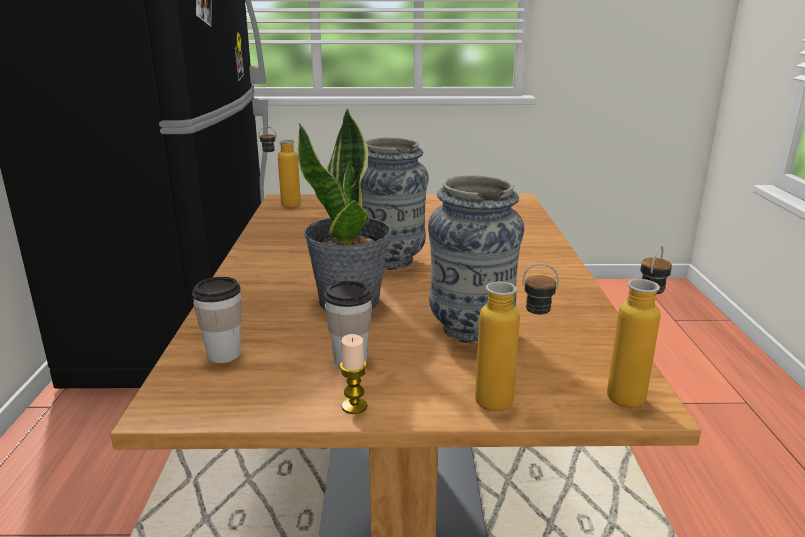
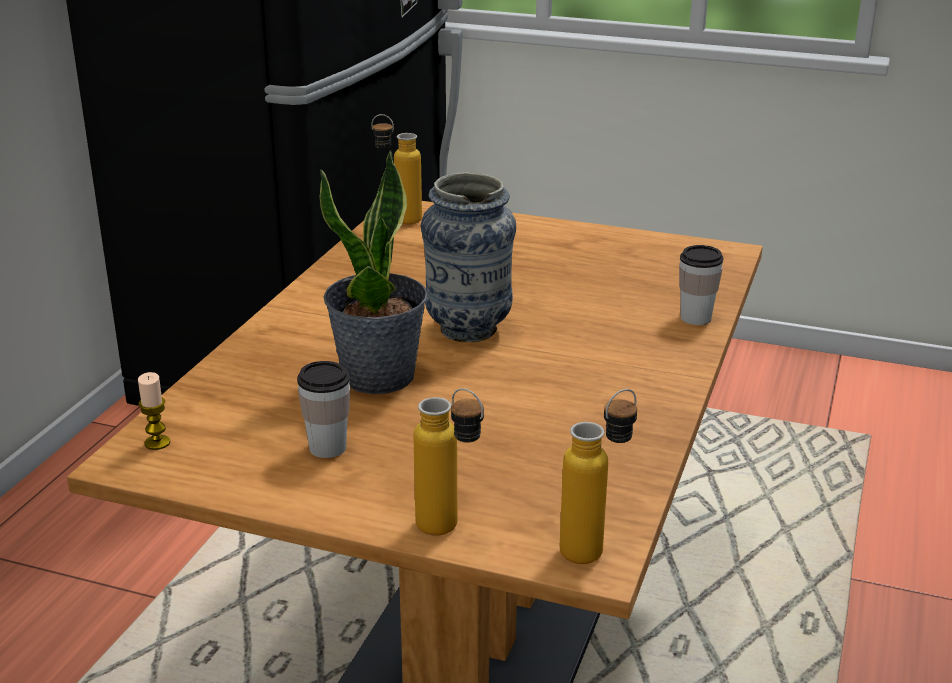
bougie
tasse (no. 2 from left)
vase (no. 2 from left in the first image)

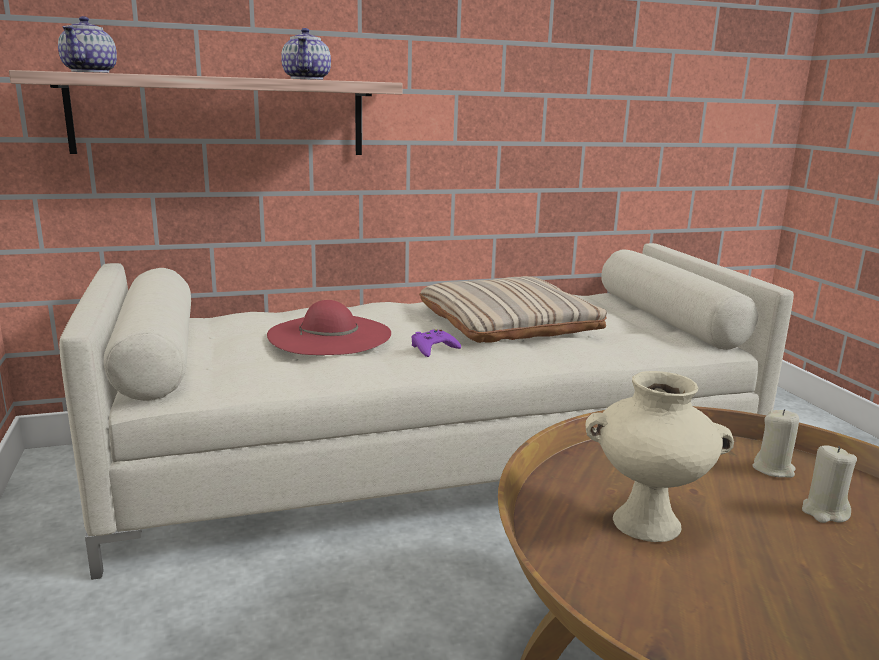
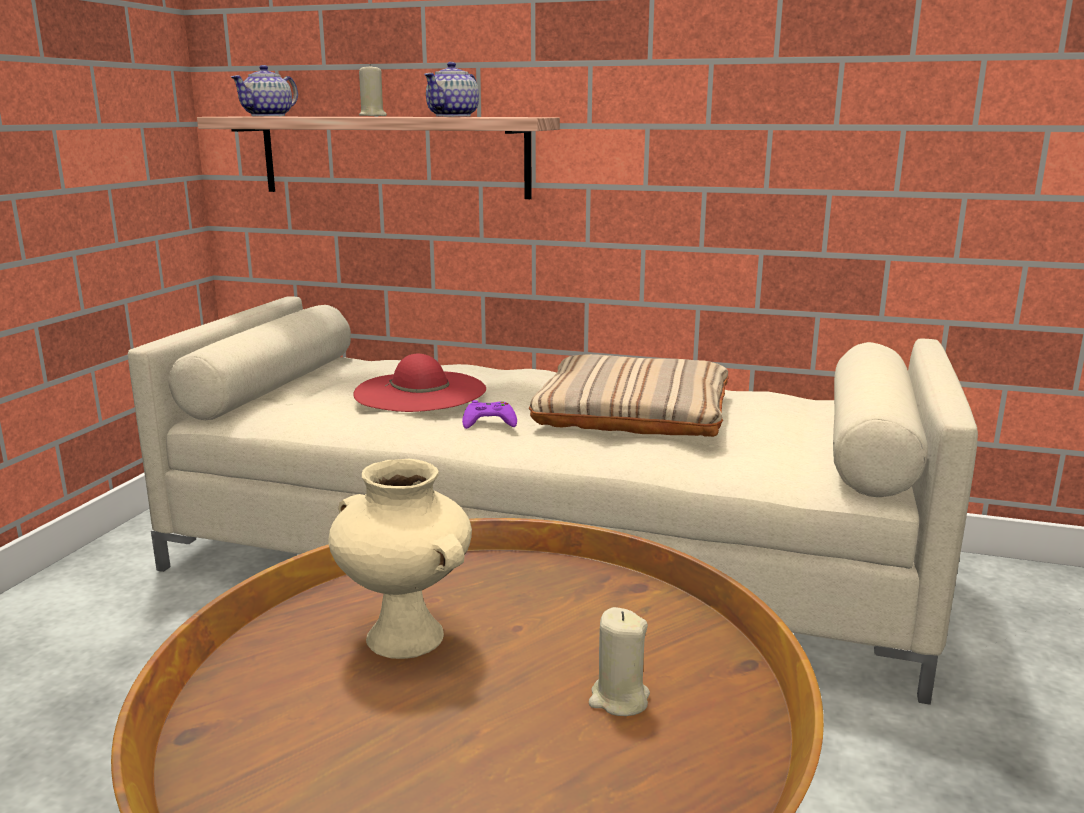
bougie [beige] (no. 1 from left)

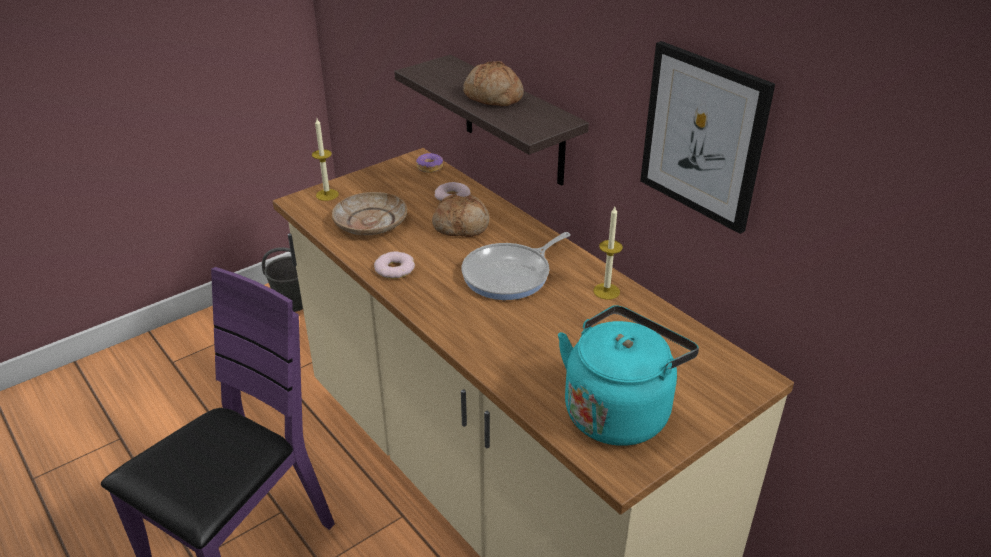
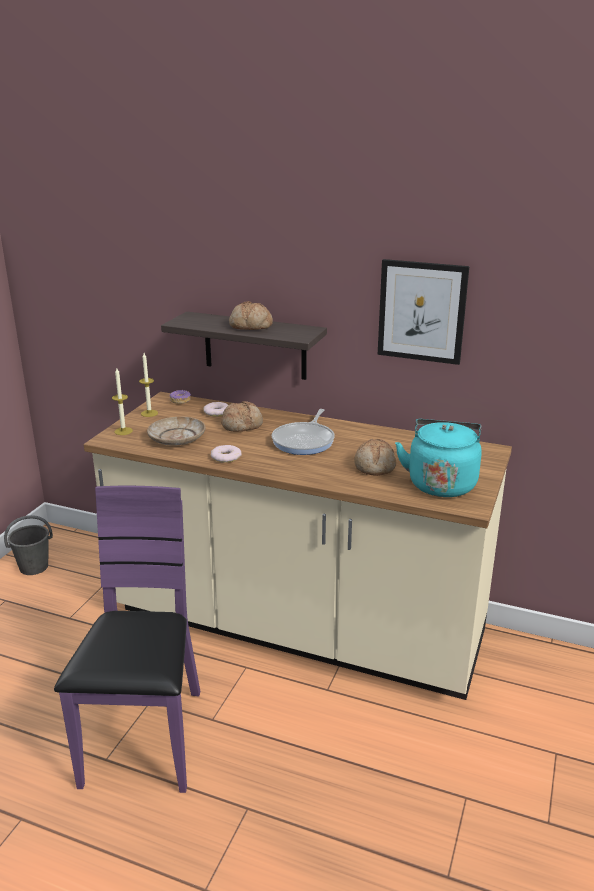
bougie (no. 2 from left)
pain (no. 3 from left)

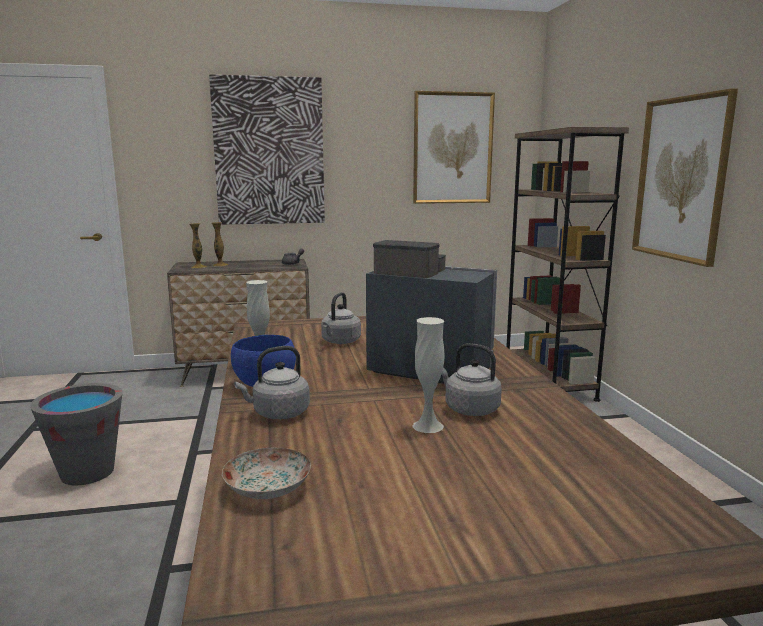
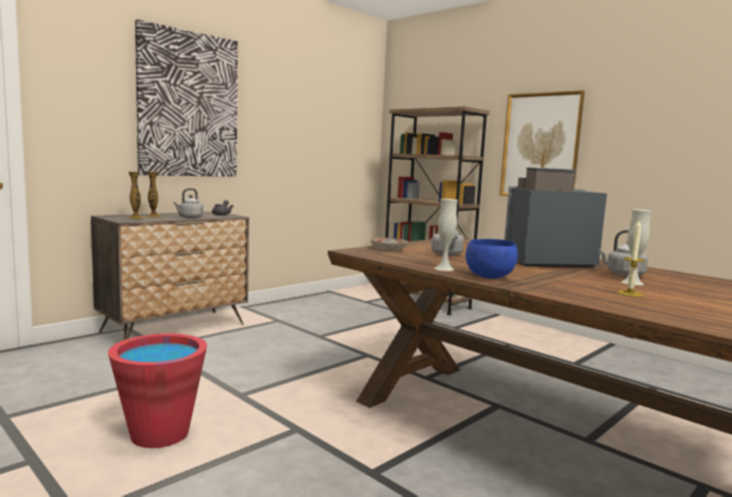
seau [rouge]
bouilloire [gris] (no. 1 from left)
assiette
bougie
tableau (no. 2 from left in the first image)

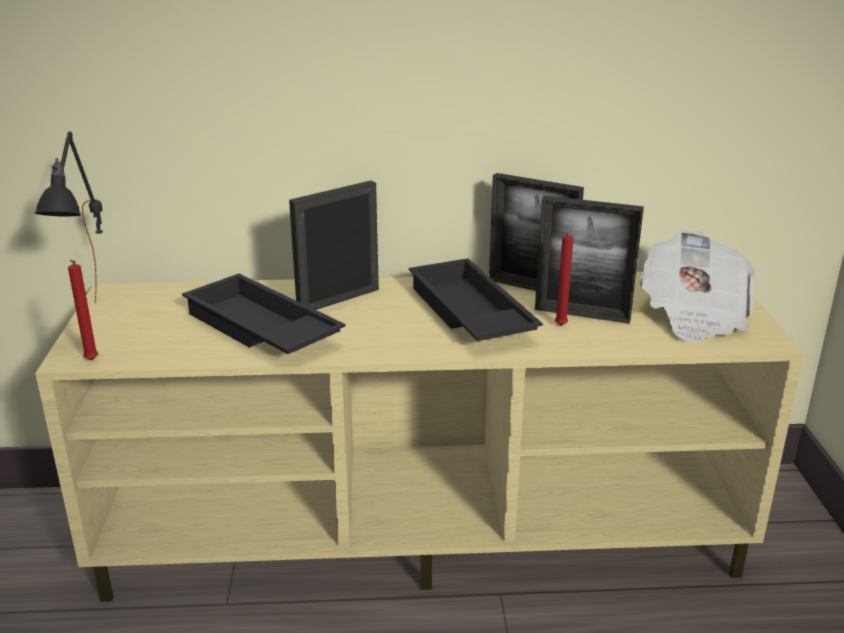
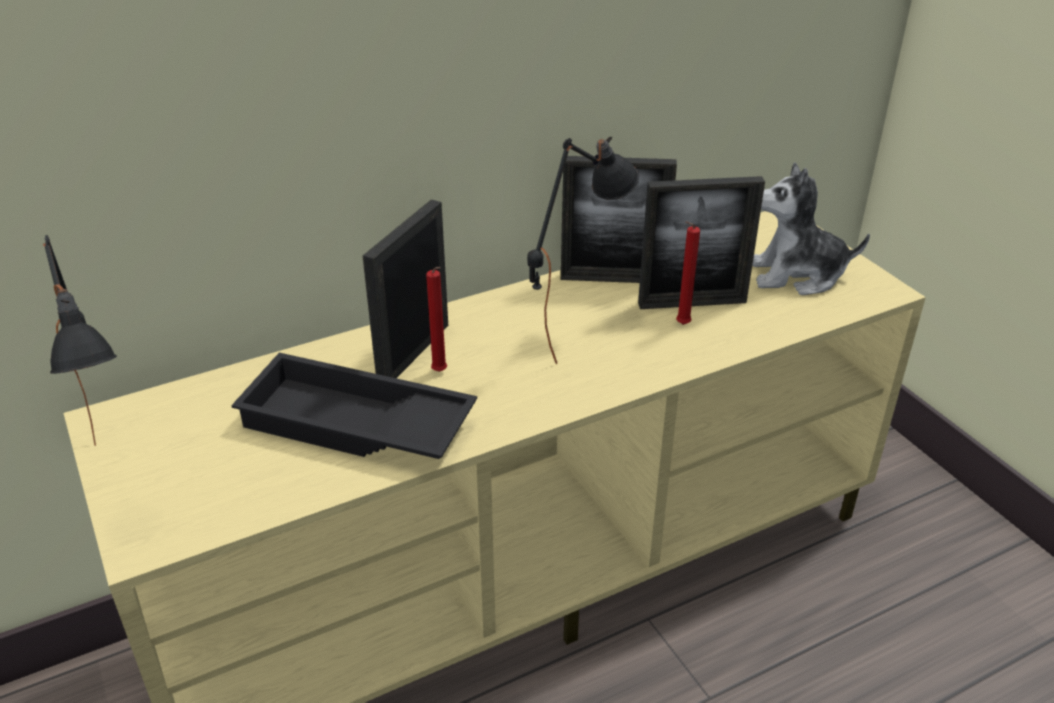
bougie [rouge] (no. 1 from left)
lampe de table [noir] (no. 2 from left)
peluche

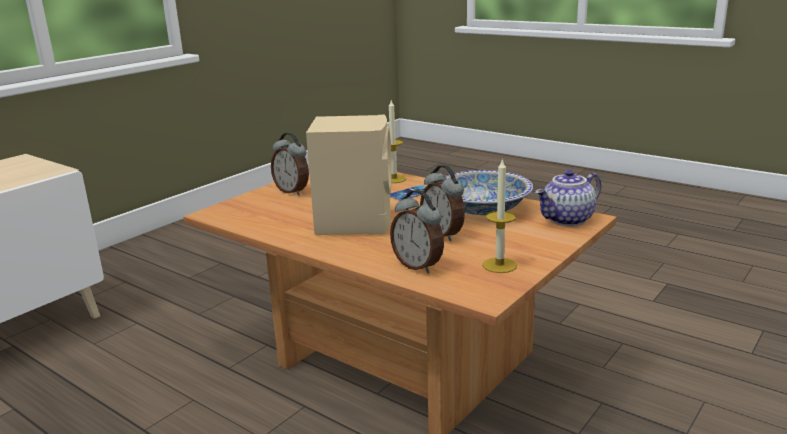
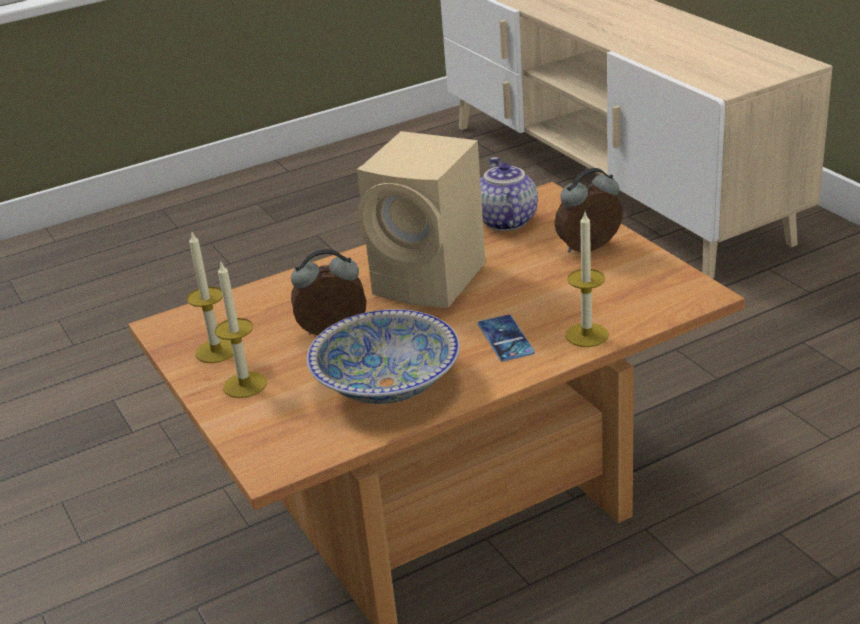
bougie (no. 2 from left)
théière
réveil (no. 2 from left in the first image)

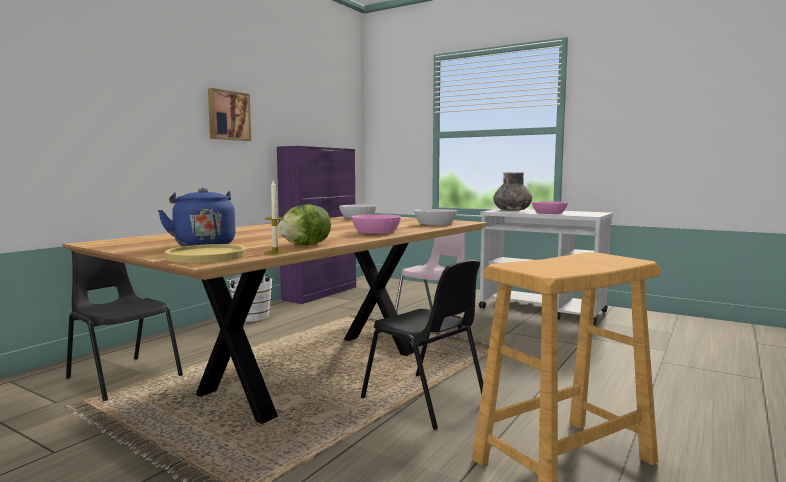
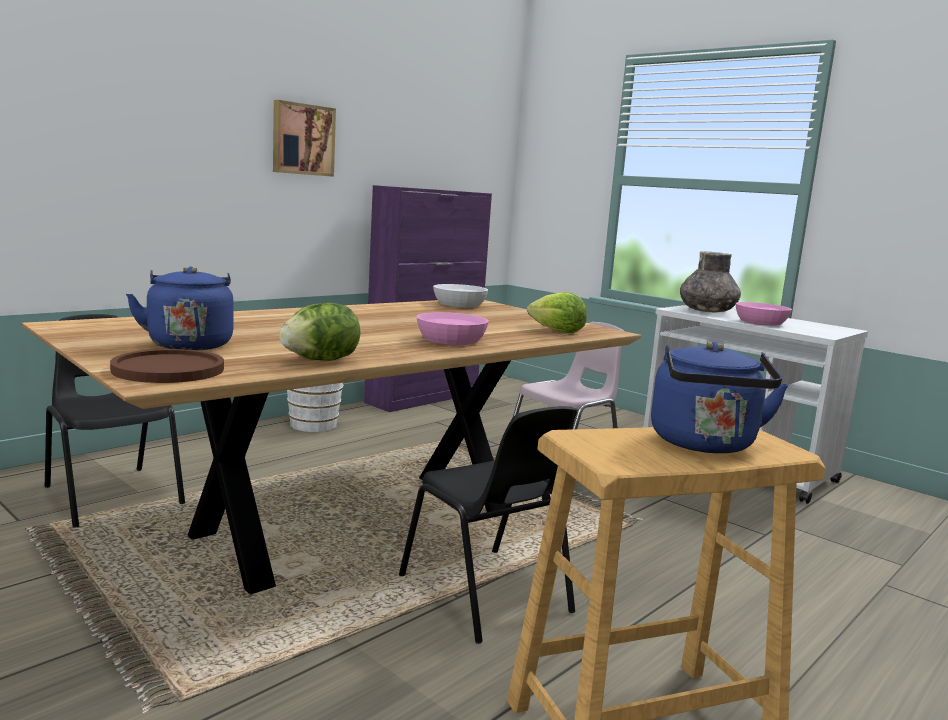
assiette [marron]
laitue (no. 2 from left)
bouilloire [bleu] (no. 2 from left)
bougie

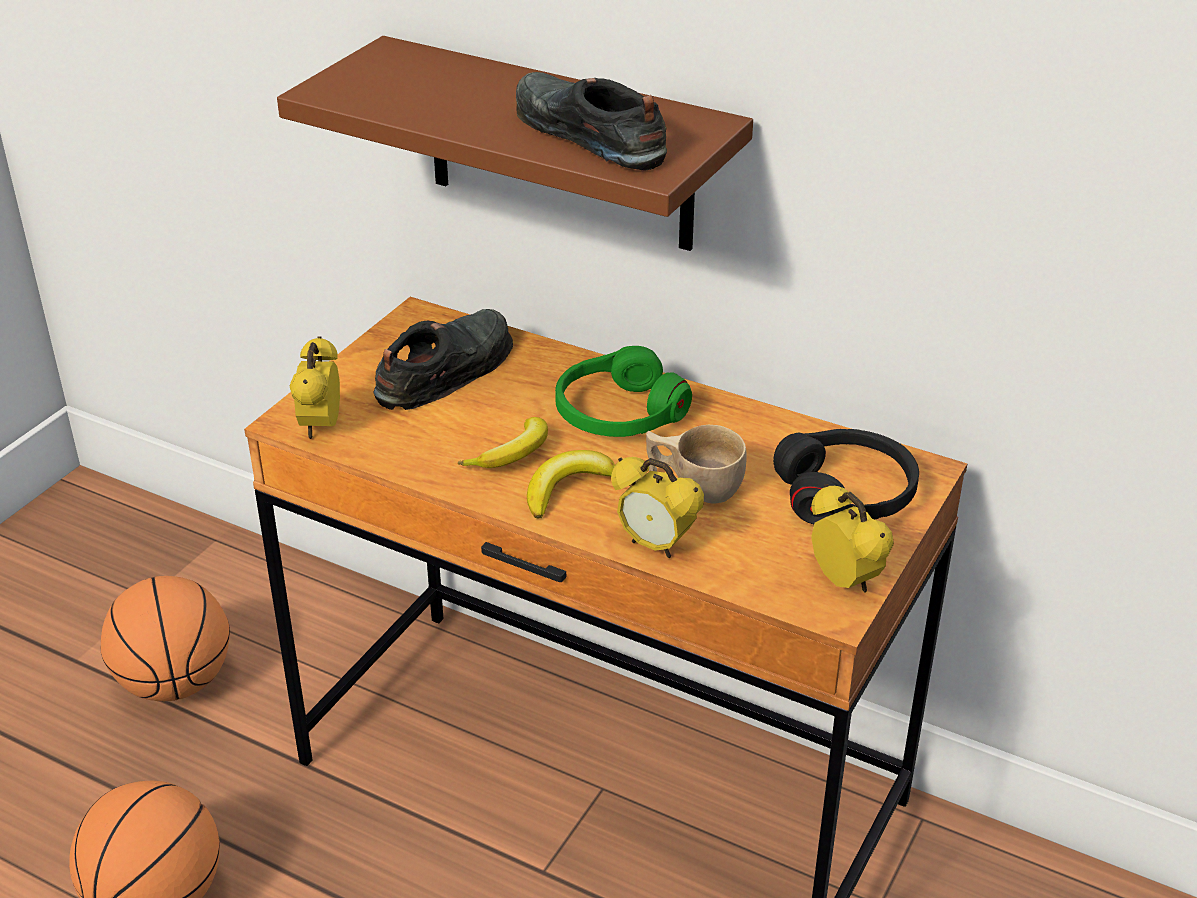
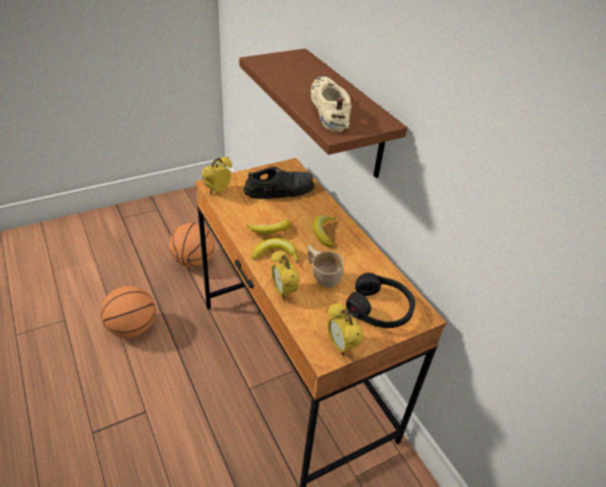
chaussure [beige]
banane (no. 3 from left)
réveil (no. 3 from left)

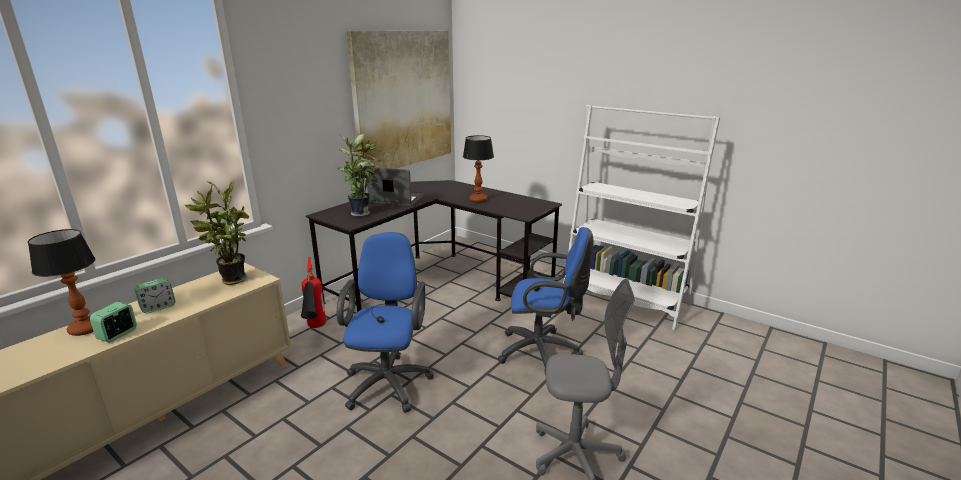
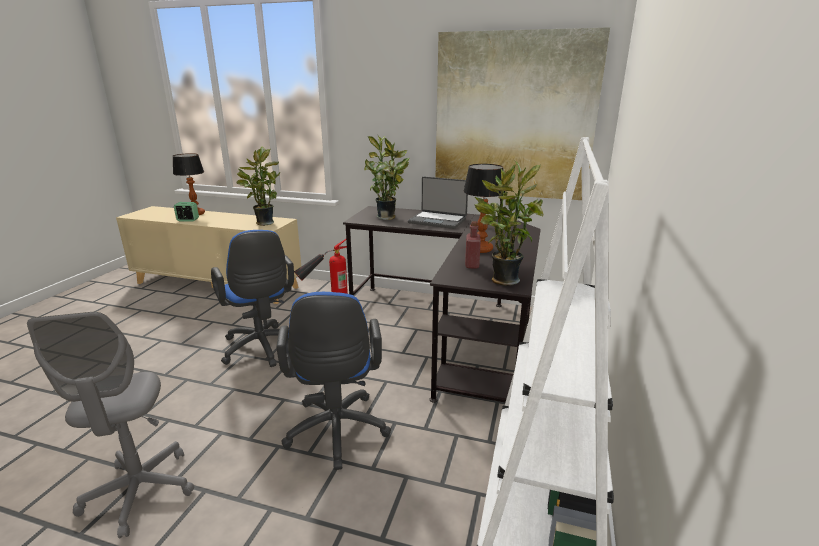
chaise de bureau [bleu] (no. 1 from left)
ordinateur portable
bouteille [rouge]
plante en pot (no. 3 from left)
réveil (no. 2 from left in the first image)

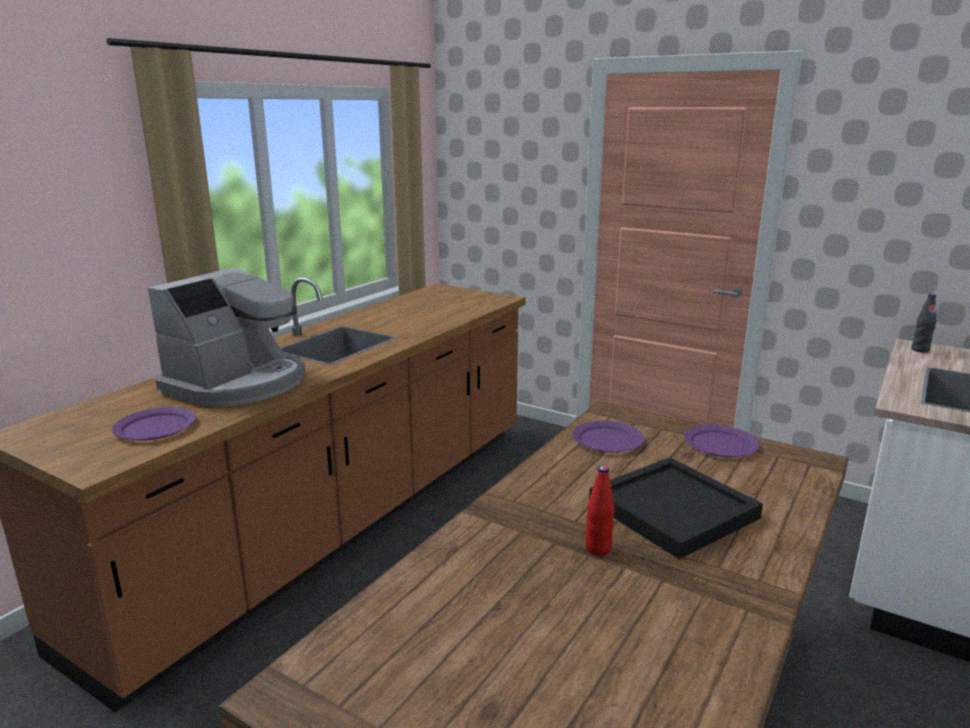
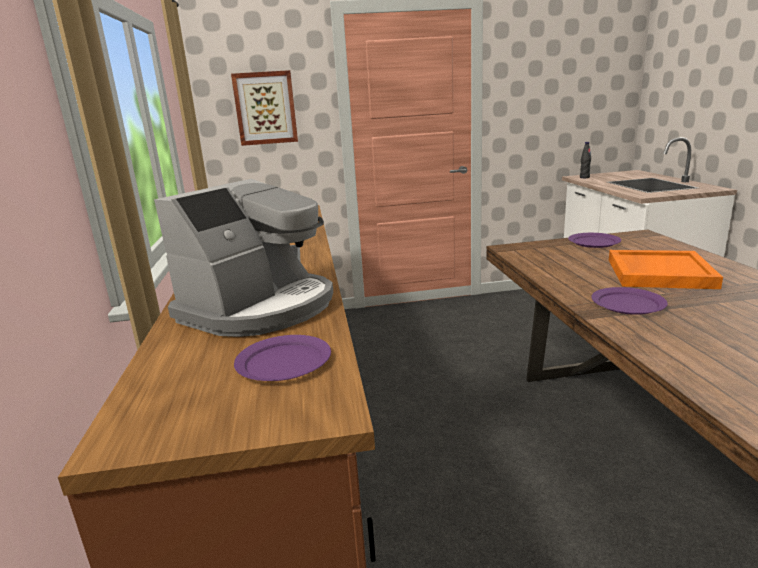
machine à café
tableau
assiette [violet] (no. 3 from left)
plateau [orange]
bouteille [rouge]

